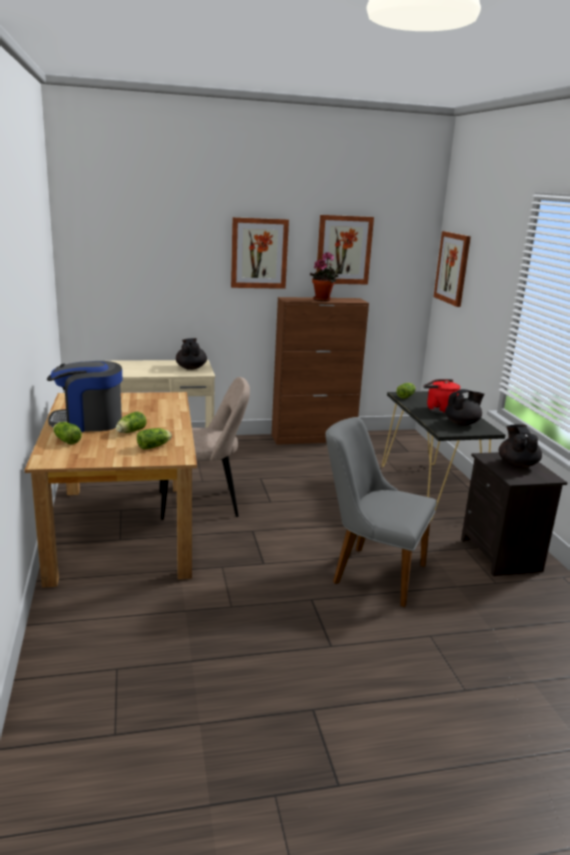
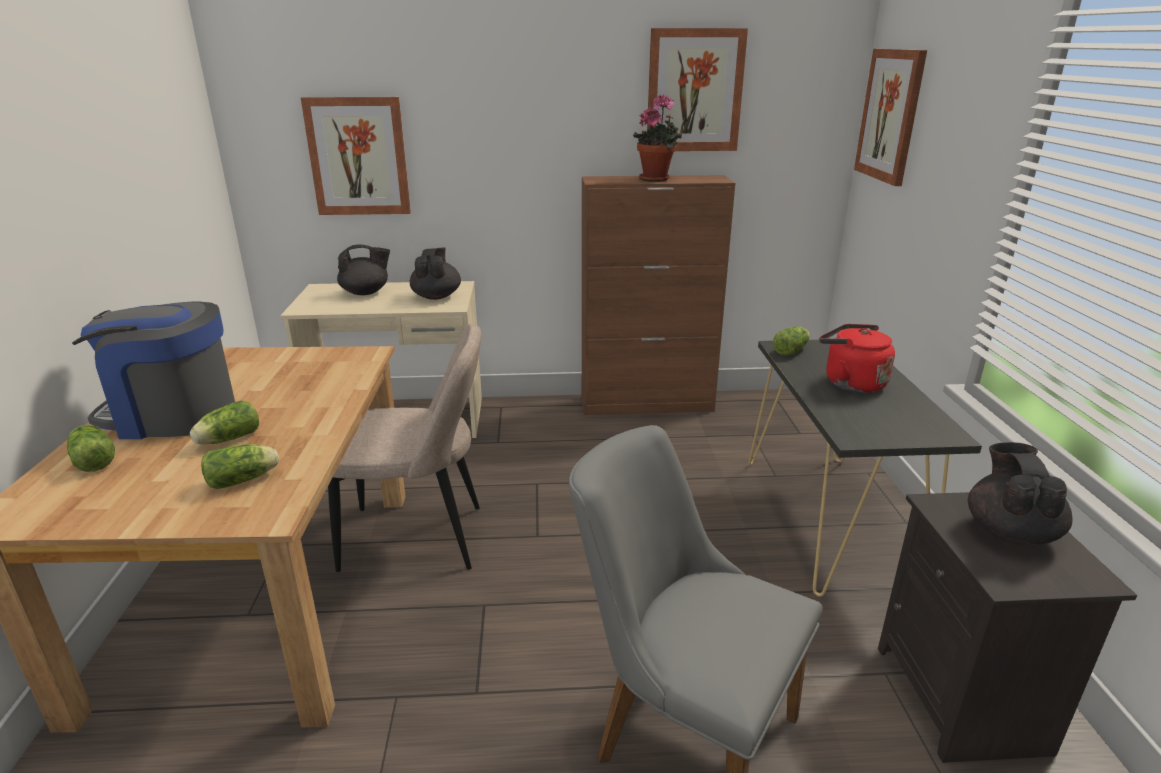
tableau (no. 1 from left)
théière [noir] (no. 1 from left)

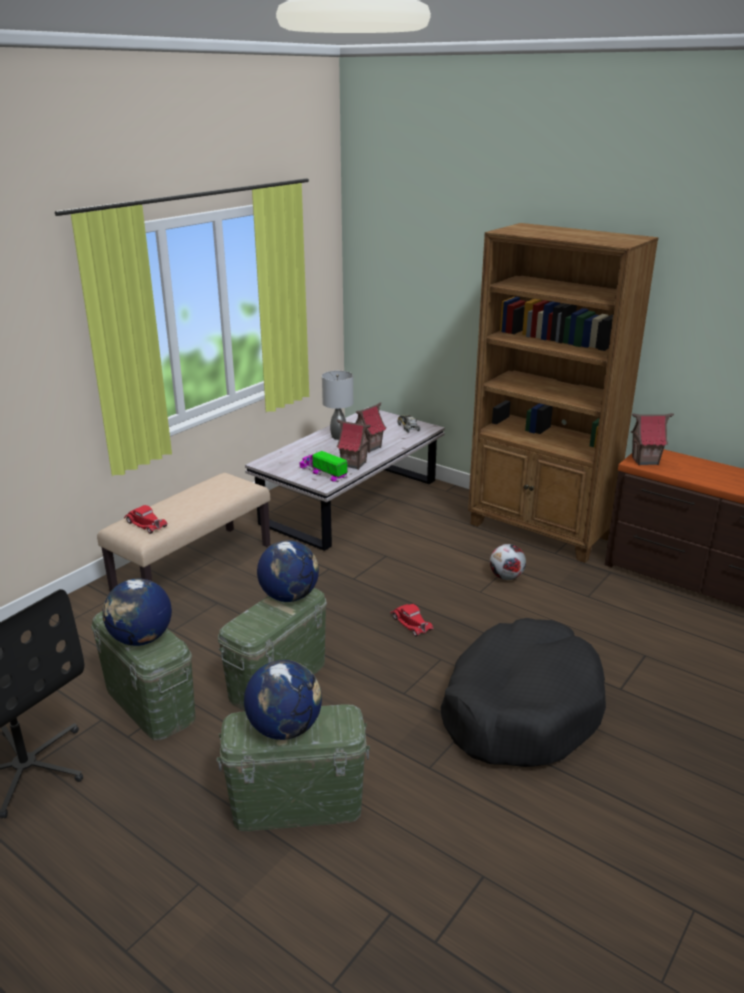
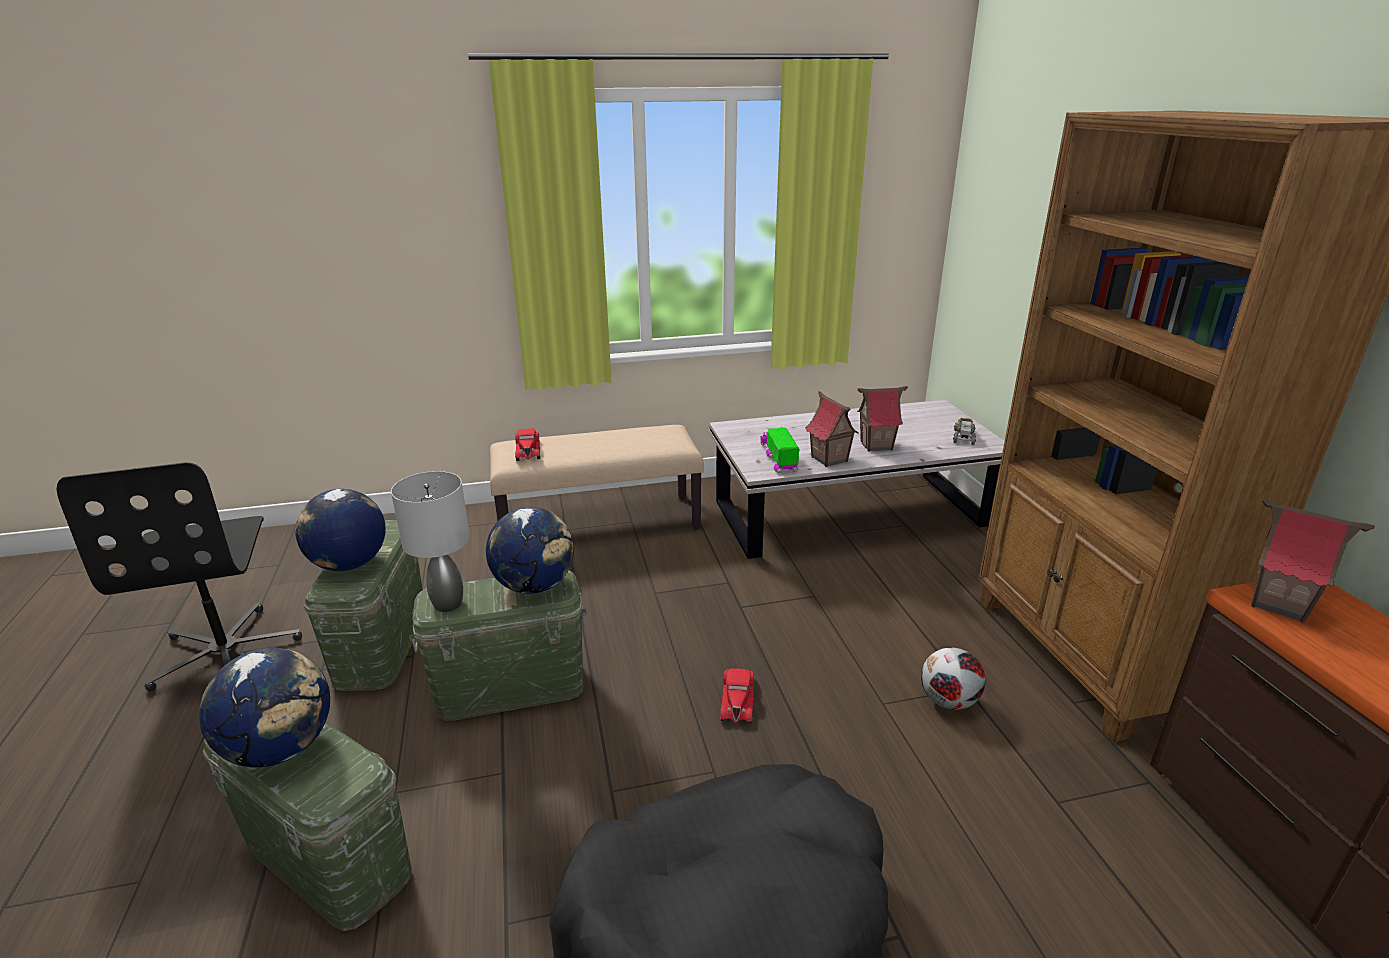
lampe de table [gris]

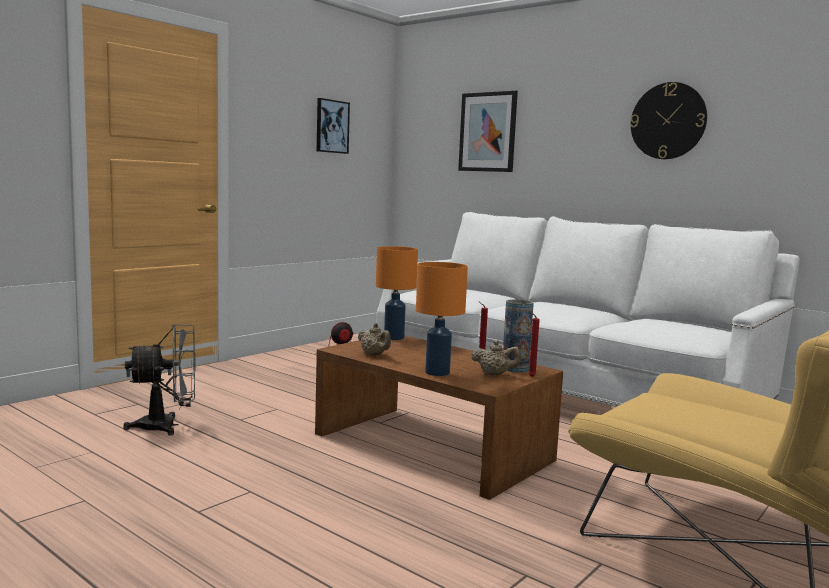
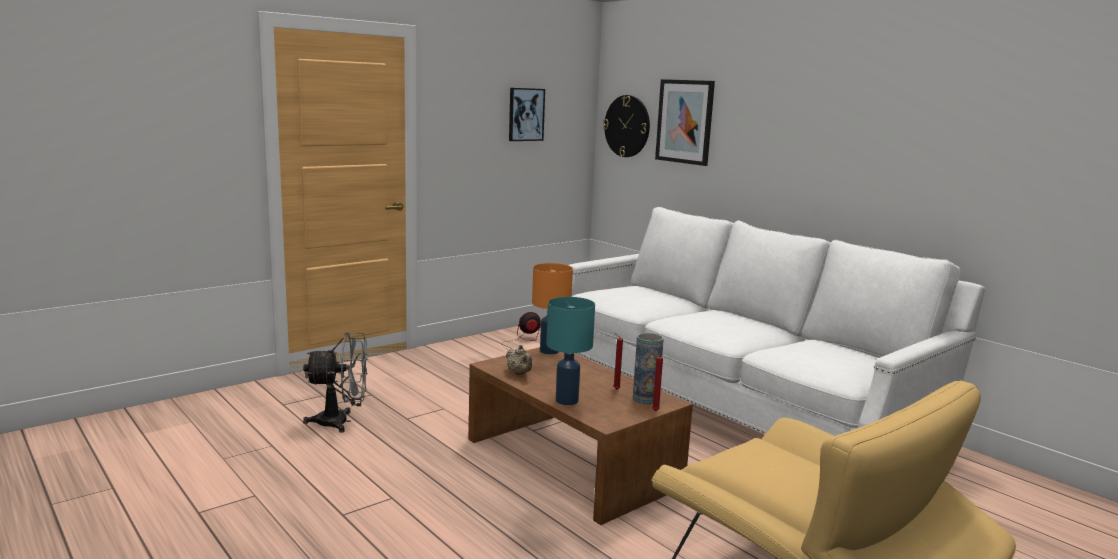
lampe de table [turquoise]
horloge murale
théière [beige] (no. 2 from left in the first image)

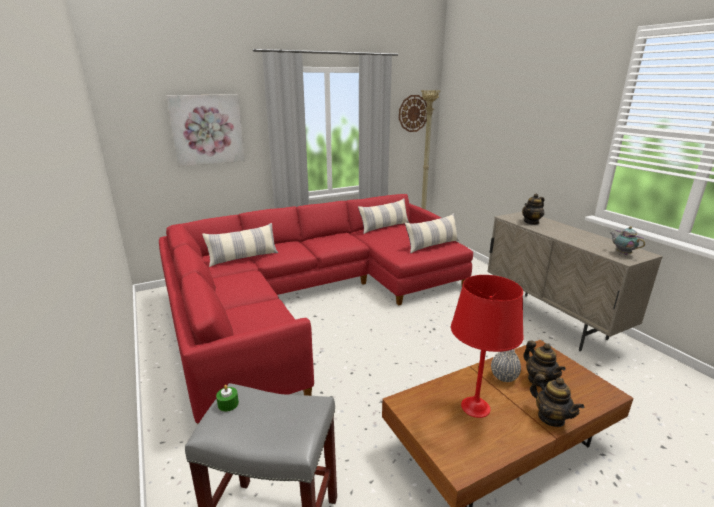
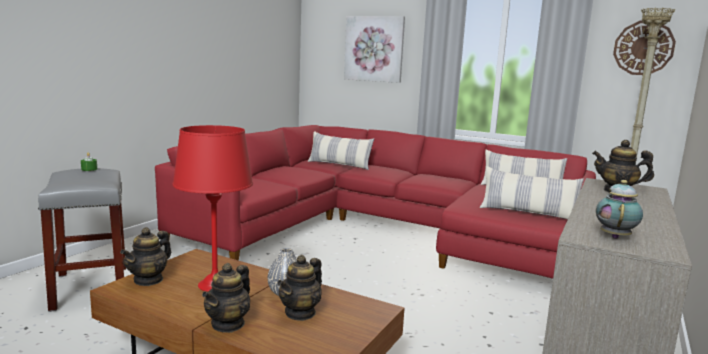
théière (no. 1 from left)

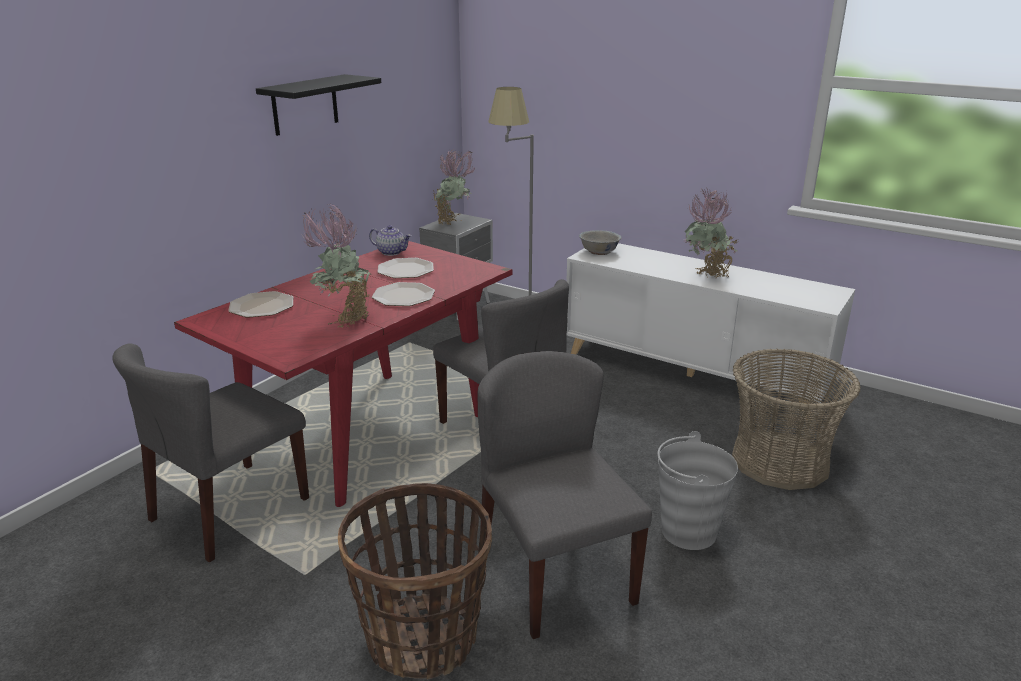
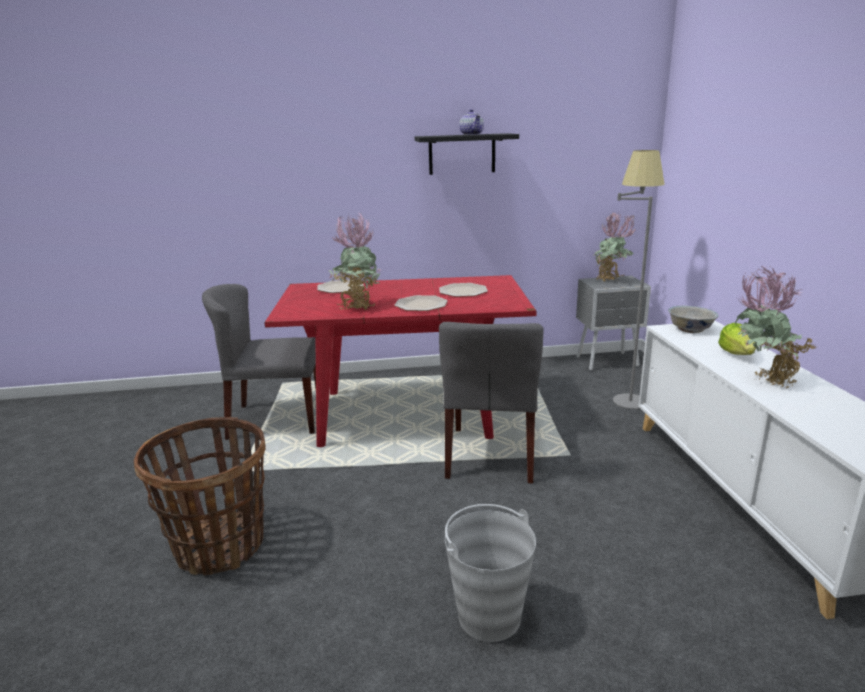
théière
laitue
chaise [gris] (no. 3 from left in the first image)
panier (no. 2 from left in the first image)

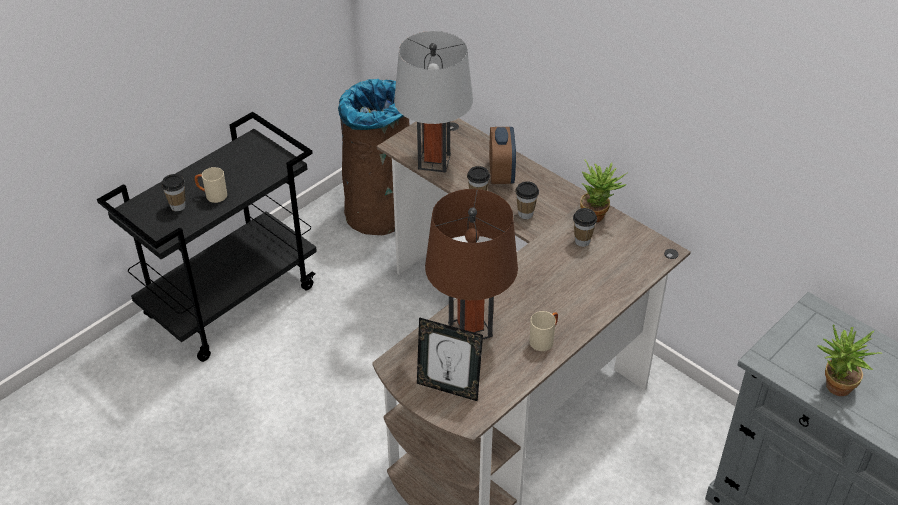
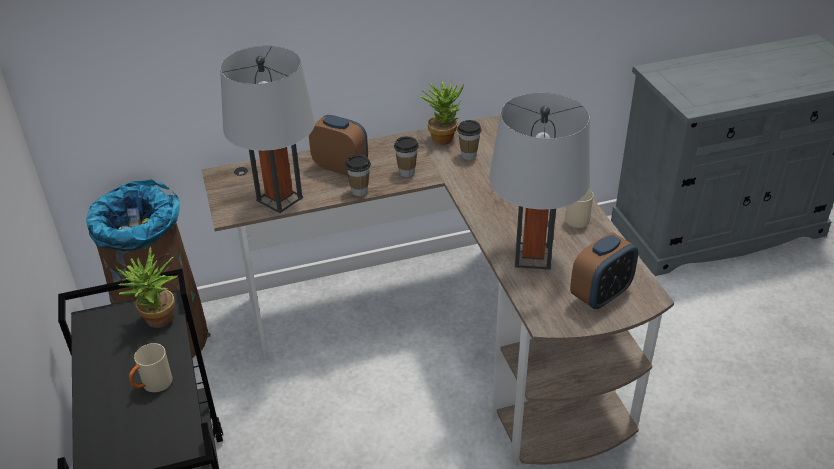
plante en pot (no. 1 from left)
lampe de table [gris] (no. 2 from left)
réveil (no. 2 from left)
tasse (no. 1 from left in the first image)

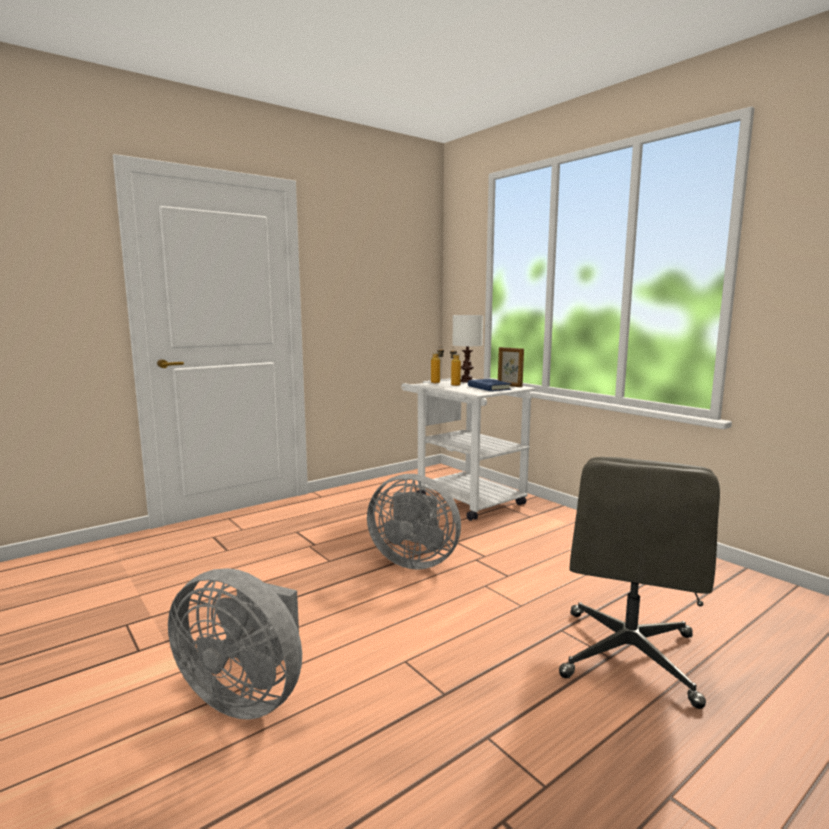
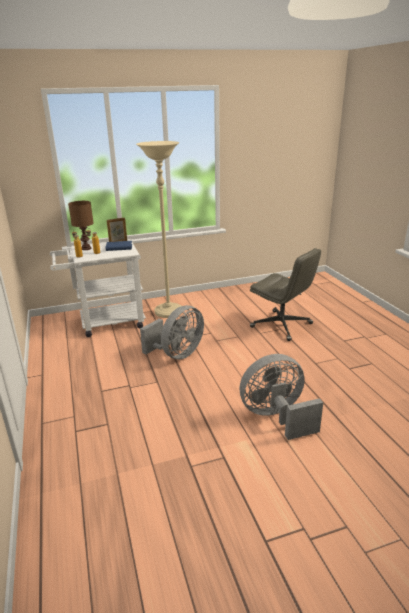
lampe de table [marron]
lampadaire [beige]
ventilateur [gris] (no. 2 from left)

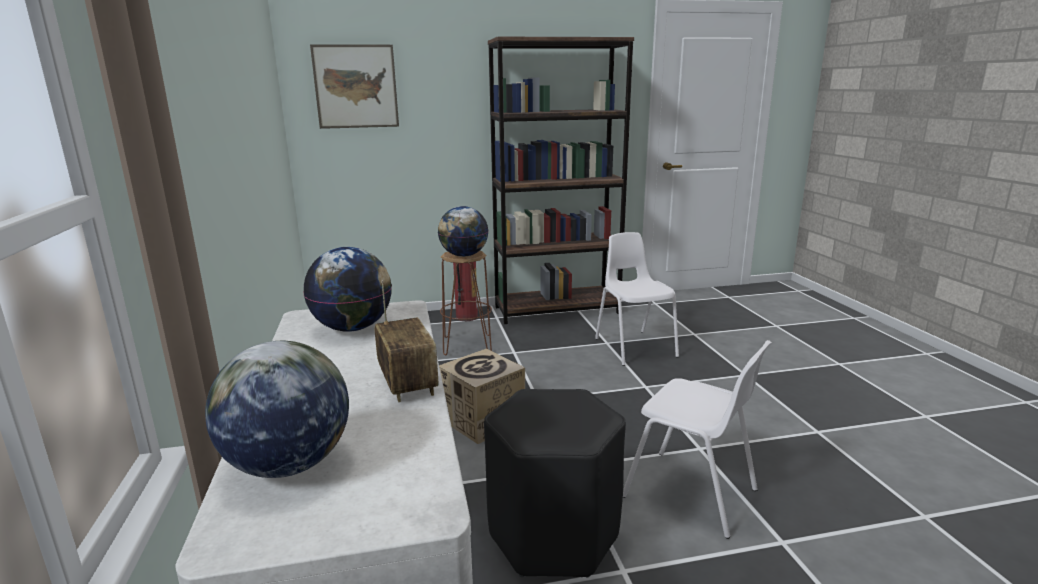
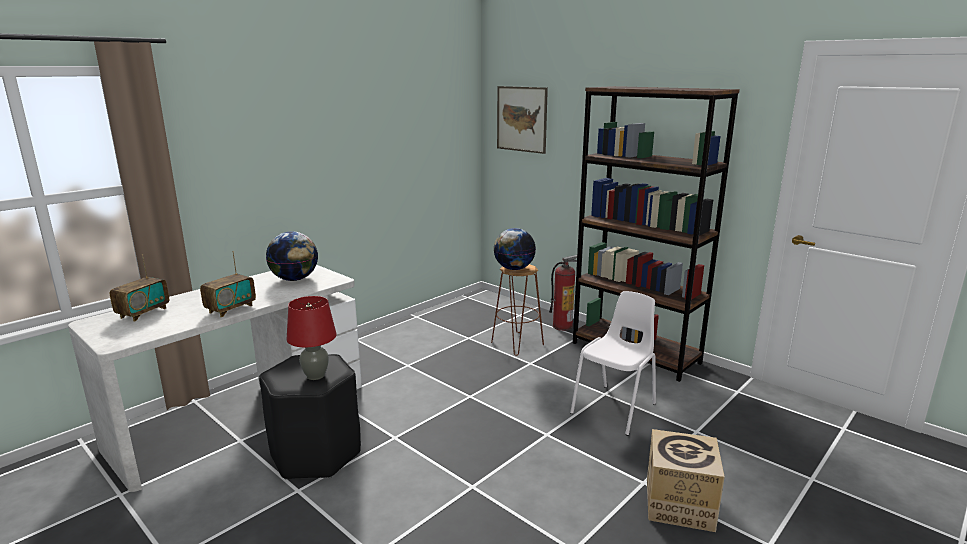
radio (no. 1 from left)
lampe de table [rouge]
carton
chaise [blanc] (no. 2 from left in the first image)

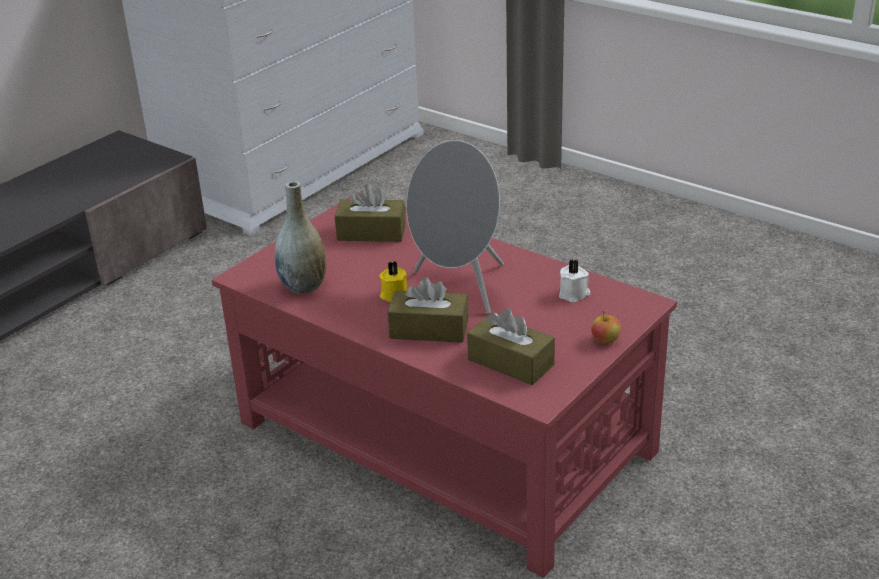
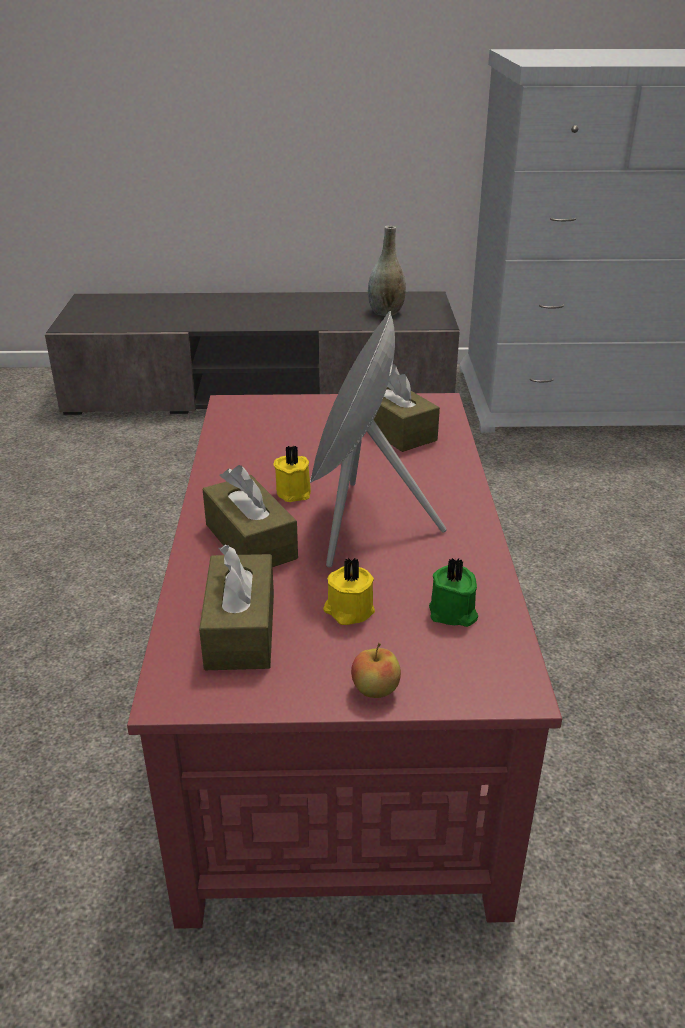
bougie [jaune] (no. 2 from left)
vase [gris]
bougie [vert]

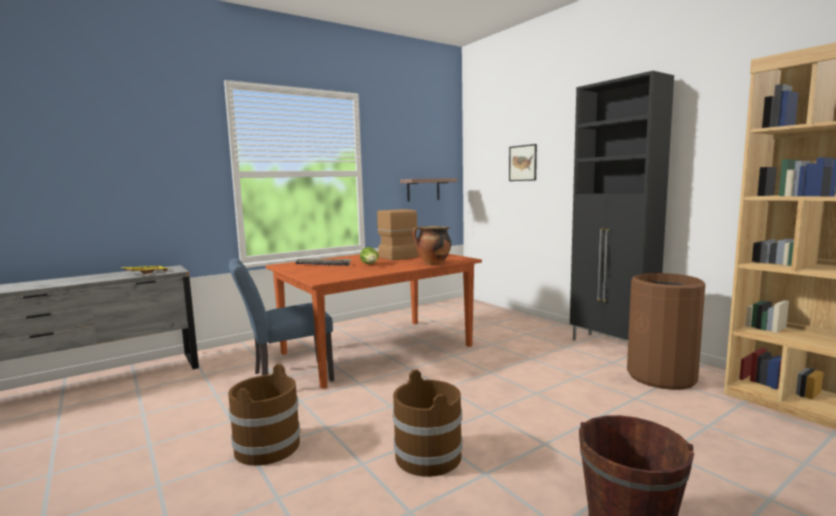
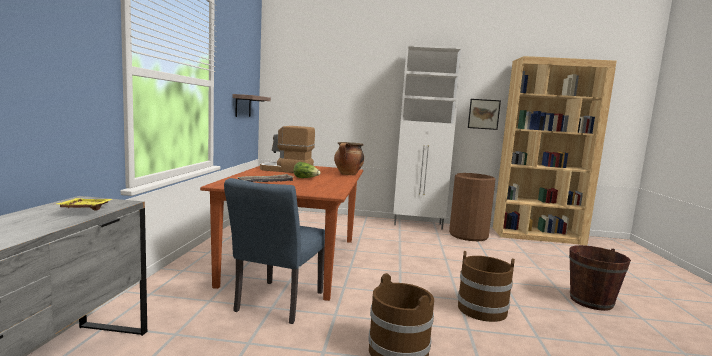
meuble de rangement [blanc]
tableau

